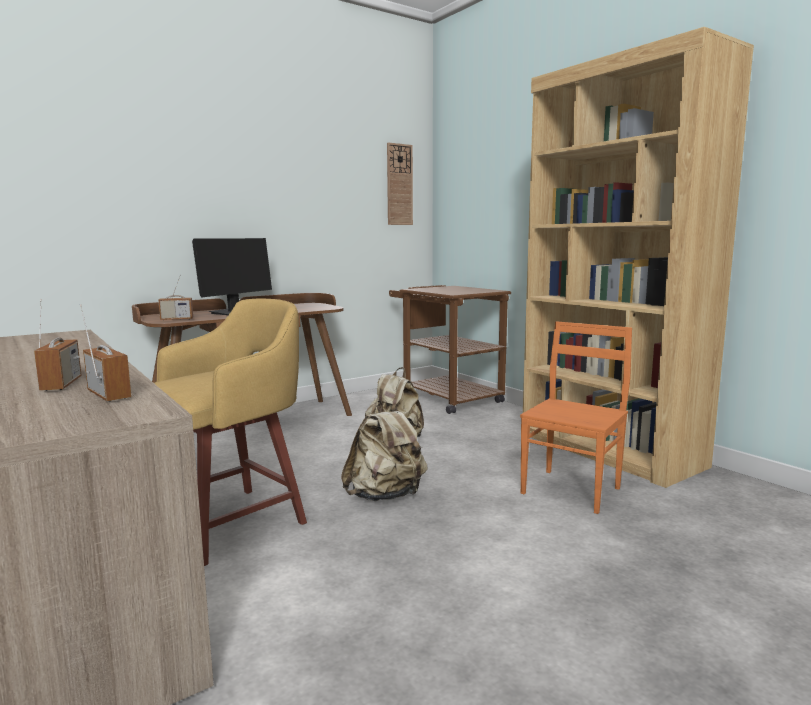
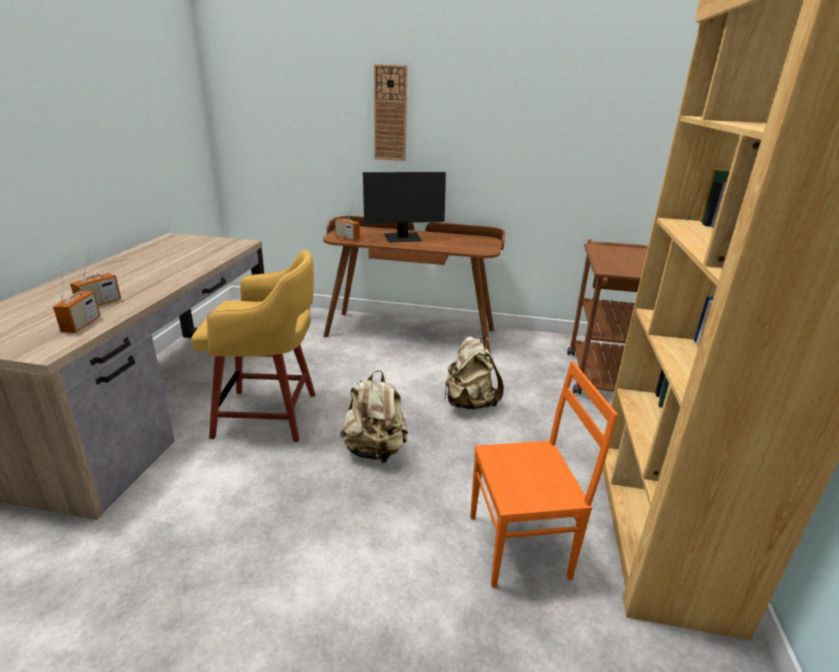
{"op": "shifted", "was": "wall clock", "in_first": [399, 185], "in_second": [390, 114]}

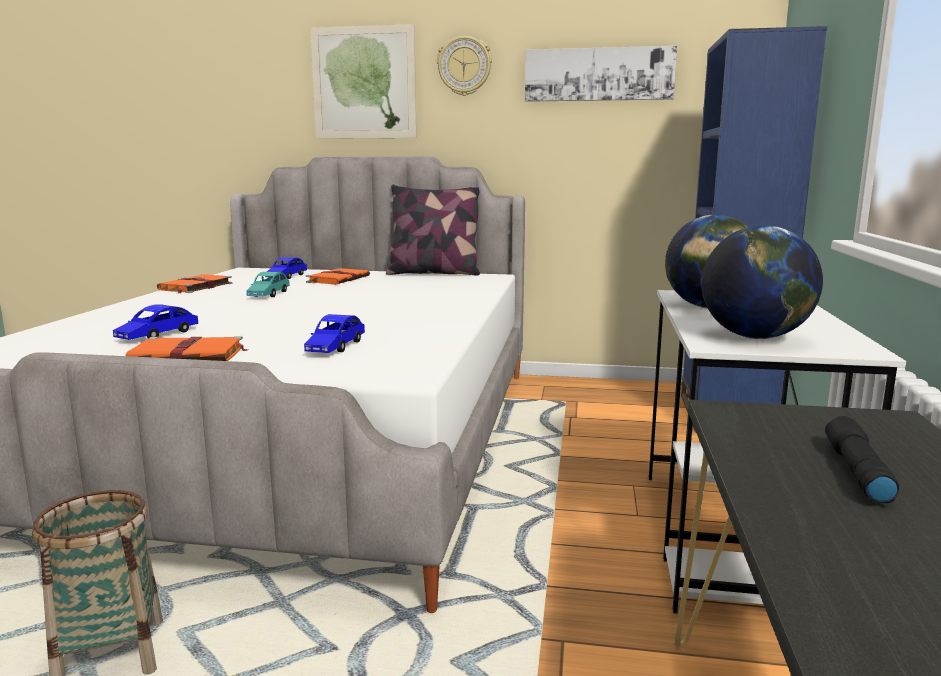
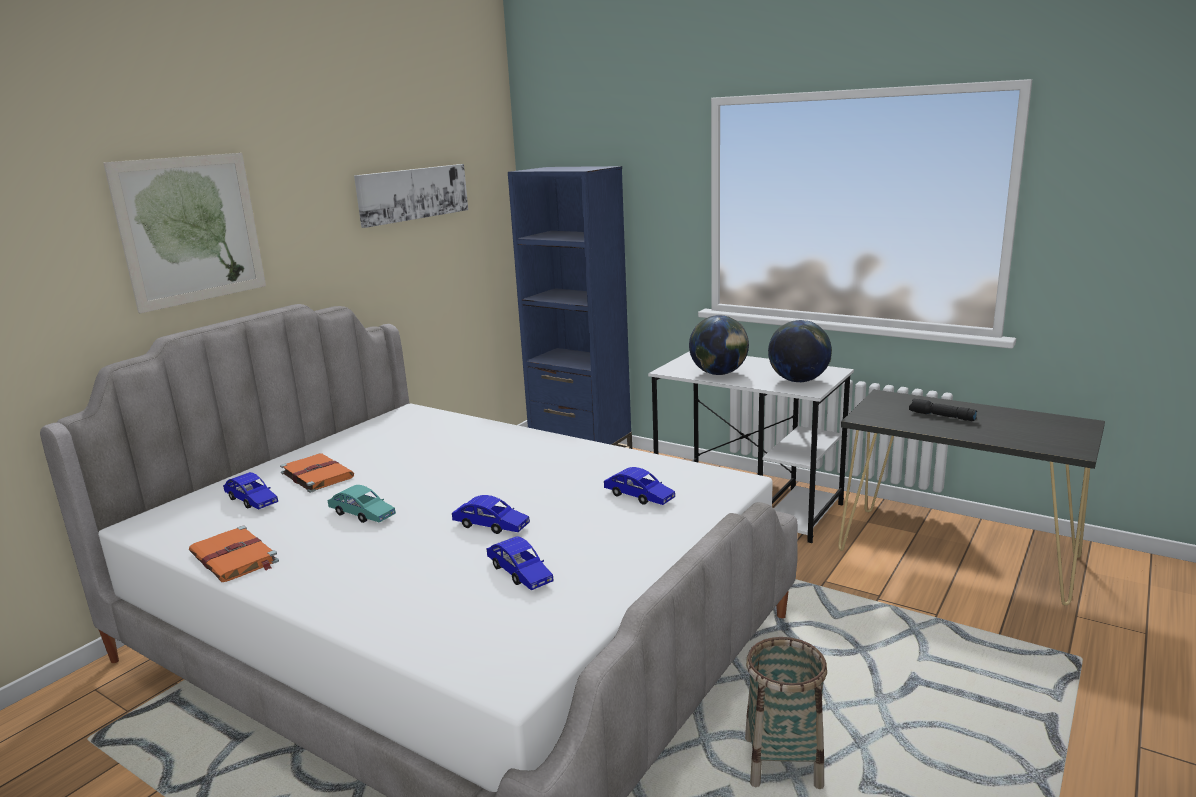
{"op": "gone", "was": "orangey volume", "in_first": [189, 355]}
{"op": "gone", "was": "throw pillow", "in_first": [434, 273]}
{"op": "gone", "was": "wall clock", "in_first": [464, 66]}
{"op": "new", "now": "bluish toy car", "in_second": [491, 526]}

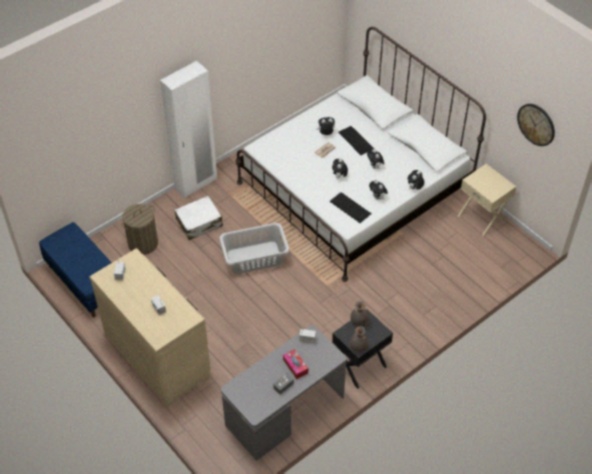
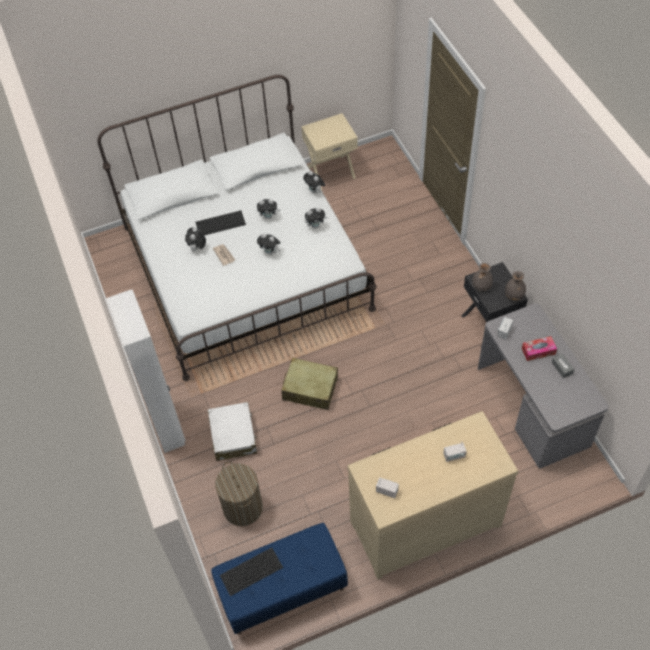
{"op": "swapped", "was": "greyish laundry basket", "now": "sand-coloured travel case", "in_first": [254, 257], "in_second": [310, 388]}
{"op": "shifted", "was": "keyboard", "in_first": [350, 207], "in_second": [251, 571]}
{"op": "gone", "was": "wall clock", "in_first": [536, 124]}

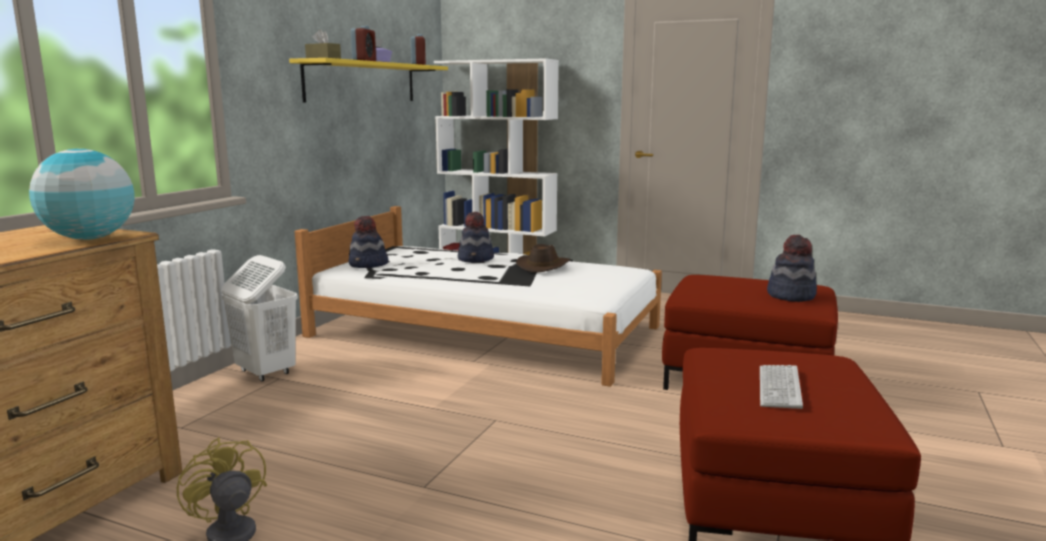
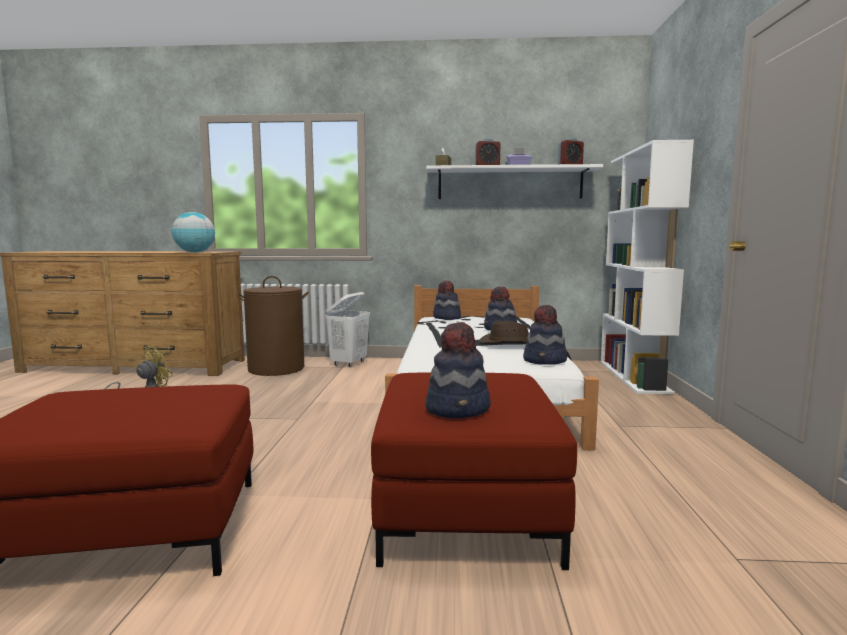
{"op": "repainted", "was": "yellowish shelf", "now": "white-coloured shelf", "in_first": [362, 82], "in_second": [510, 184]}
{"op": "gone", "was": "keyboard", "in_first": [779, 388]}
{"op": "new", "now": "brown-coloured laundry basket", "in_second": [276, 368]}
{"op": "new", "now": "clothing hat", "in_second": [545, 361]}

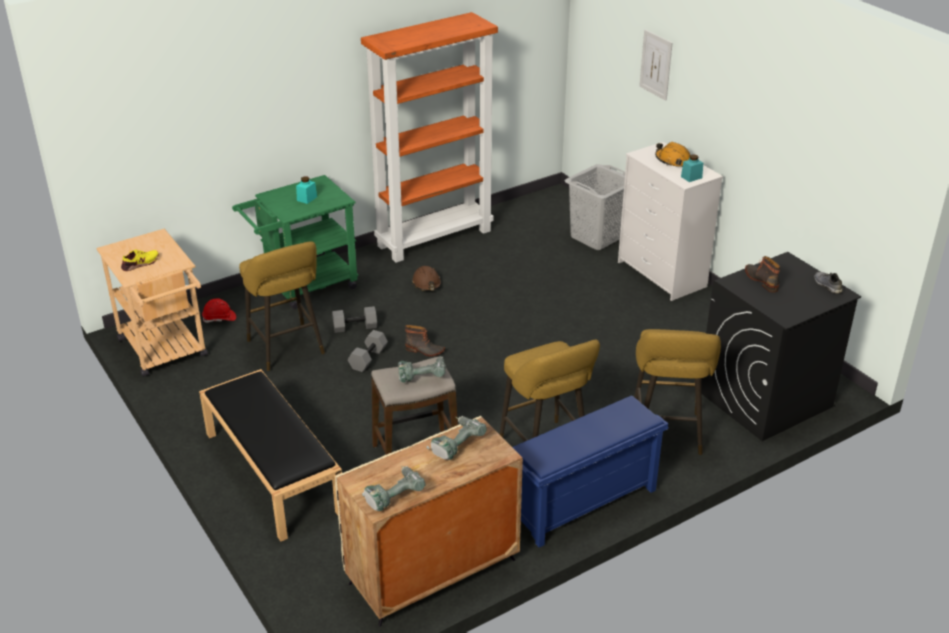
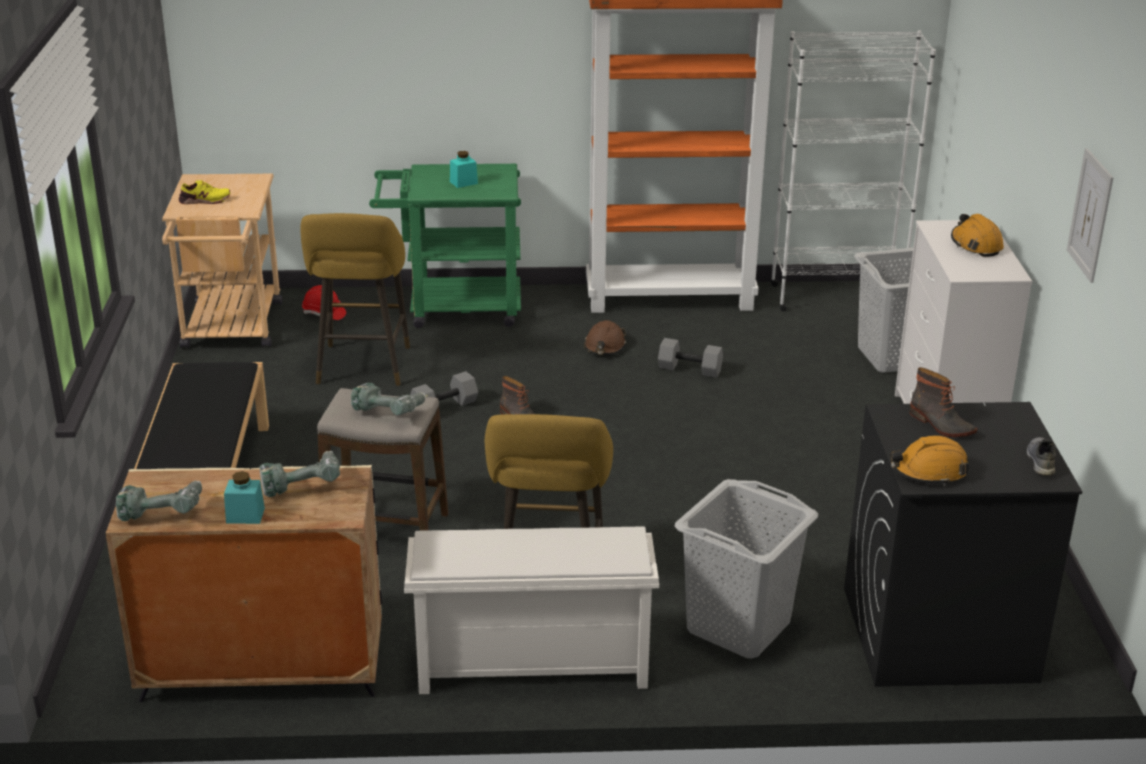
{"op": "shifted", "was": "greyish free weight", "in_first": [354, 327], "in_second": [689, 369]}
{"op": "repainted", "was": "bluish shoe rack", "now": "white-coloured shoe rack", "in_first": [583, 504], "in_second": [530, 667]}
{"op": "swapped", "was": "yellowish stool", "now": "greyish laundry basket", "in_first": [666, 435], "in_second": [737, 627]}
{"op": "shifted", "was": "picture", "in_first": [656, 65], "in_second": [1090, 215]}
{"op": "shifted", "was": "turquoise jar", "in_first": [691, 177], "in_second": [245, 515]}
{"op": "rotated", "was": "high-top boot", "in_first": [762, 280], "in_second": [940, 425], "clockwise": 135}
{"op": "new", "now": "white-coloured bookcase", "in_second": [836, 297]}
{"op": "new", "now": "orangey safety helmet", "in_second": [929, 471]}

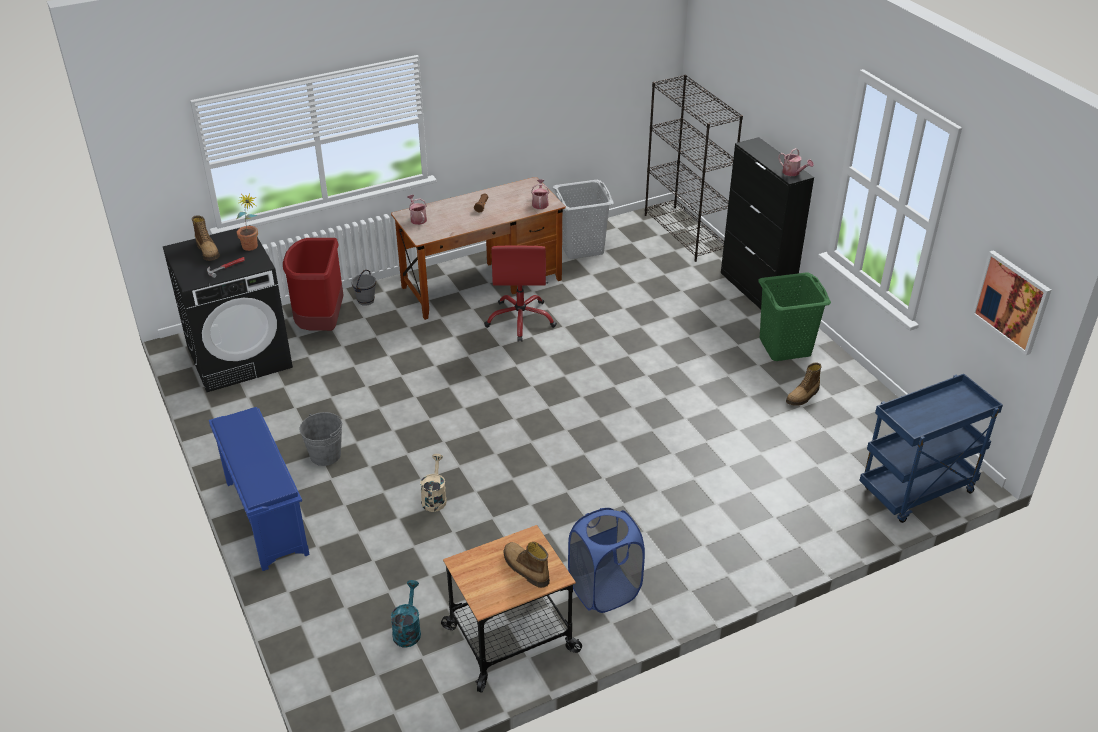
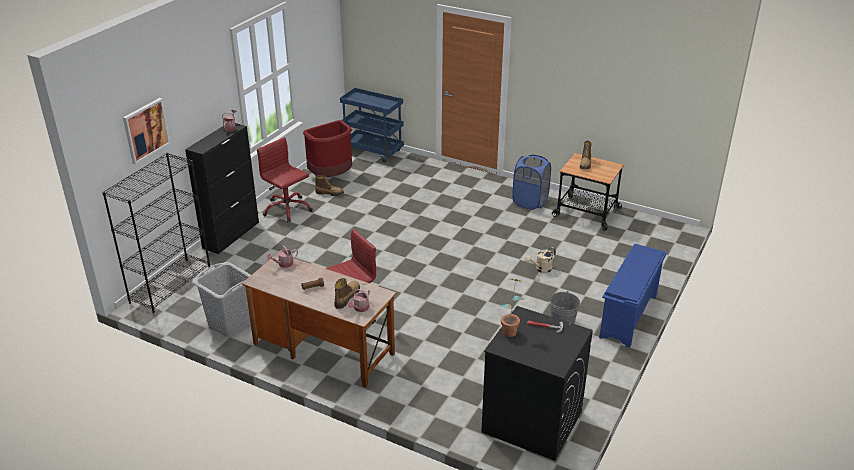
{"op": "shifted", "was": "high-top boot", "in_first": [208, 251], "in_second": [346, 297]}
{"op": "shifted", "was": "reddish waste bin", "in_first": [321, 323], "in_second": [332, 176]}
{"op": "gone", "was": "greyish pail", "in_first": [366, 301]}
{"op": "gone", "was": "turquoise watering can", "in_first": [408, 630]}
{"op": "swapped", "was": "greenish laundry basket", "now": "reddish office chair", "in_first": [785, 347], "in_second": [287, 209]}
{"op": "shifted", "was": "picture", "in_first": [1011, 301], "in_second": [146, 130]}

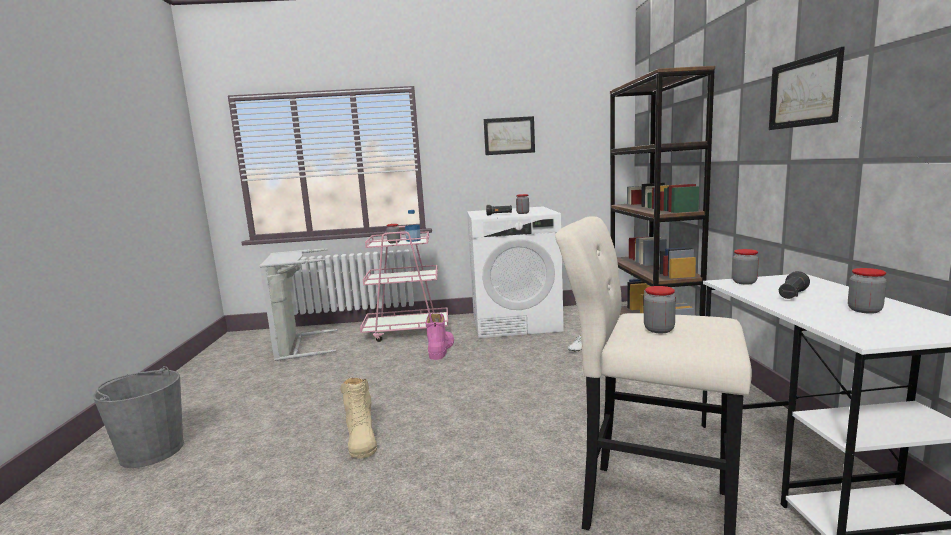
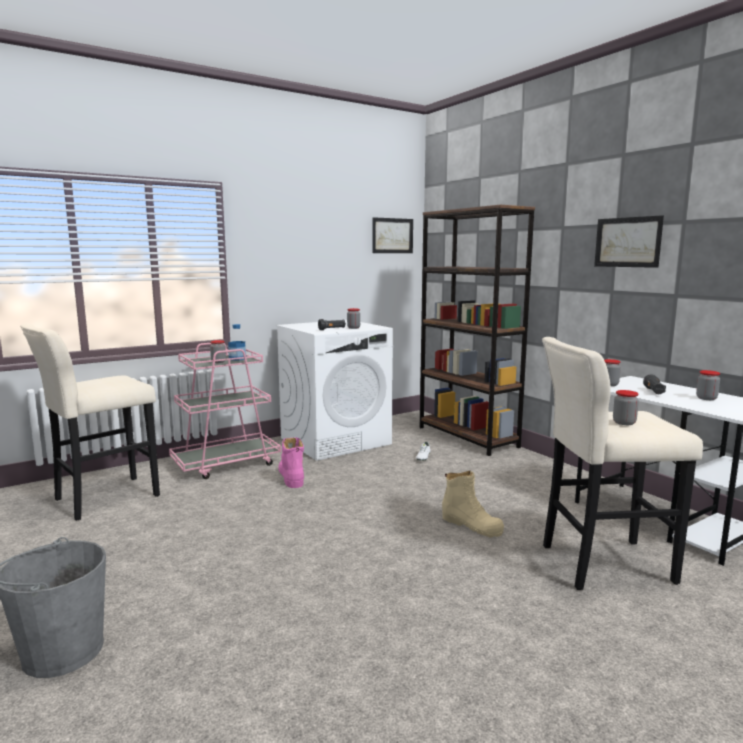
{"op": "swapped", "was": "greyish laundry basket", "now": "sand-coloured stool", "in_first": [298, 346], "in_second": [102, 499]}
{"op": "shifted", "was": "sand-coloured high-top boot", "in_first": [361, 439], "in_second": [471, 525]}
{"op": "shifted", "was": "picture", "in_first": [509, 135], "in_second": [392, 235]}

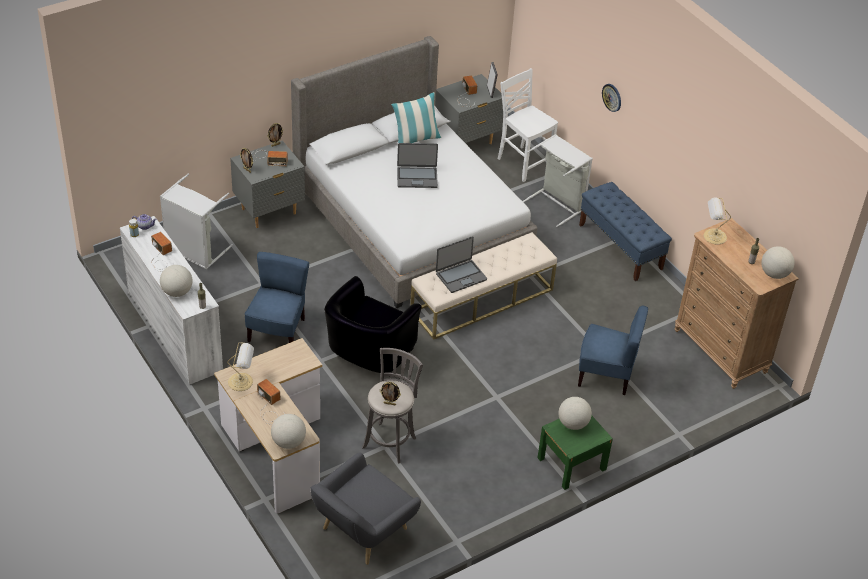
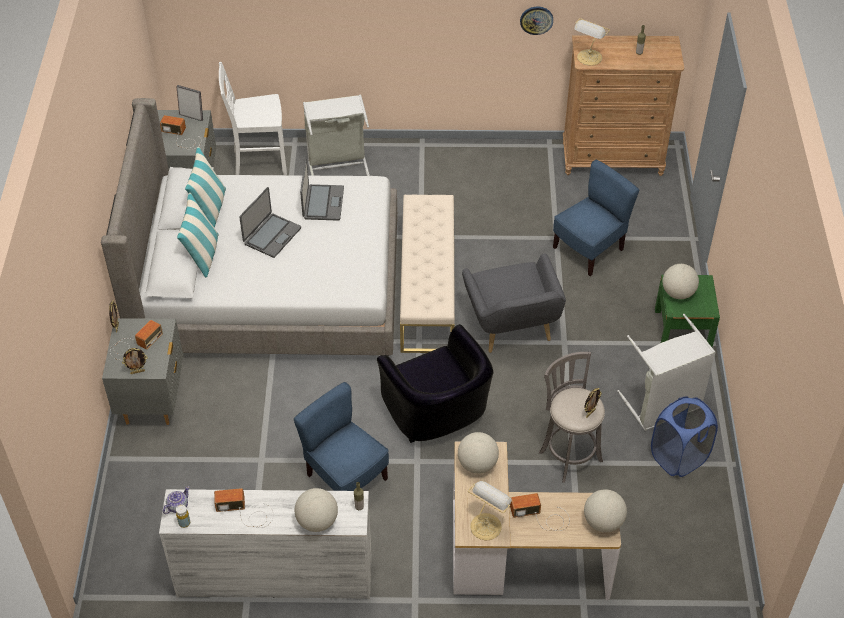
{"op": "shifted", "was": "greyish laundry basket", "in_first": [195, 251], "in_second": [663, 406]}
{"op": "shifted", "was": "greyish easy chair", "in_first": [361, 533], "in_second": [512, 329]}
{"op": "shifted", "was": "laptop", "in_first": [460, 276], "in_second": [322, 203]}
{"op": "gone", "was": "bluish long seat", "in_first": [620, 247]}
{"op": "shifted", "was": "wall clock", "in_first": [612, 97], "in_second": [536, 20]}
{"op": "shifted", "was": "globe", "in_first": [774, 274], "in_second": [477, 464]}
{"op": "new", "now": "throw pillow", "in_second": [203, 255]}
{"op": "new", "now": "bluish laundry basket", "in_second": [678, 457]}

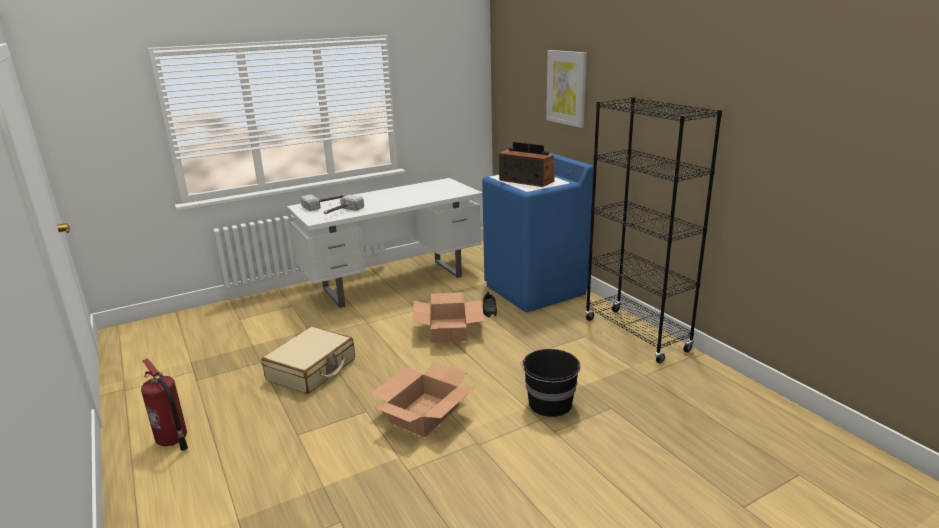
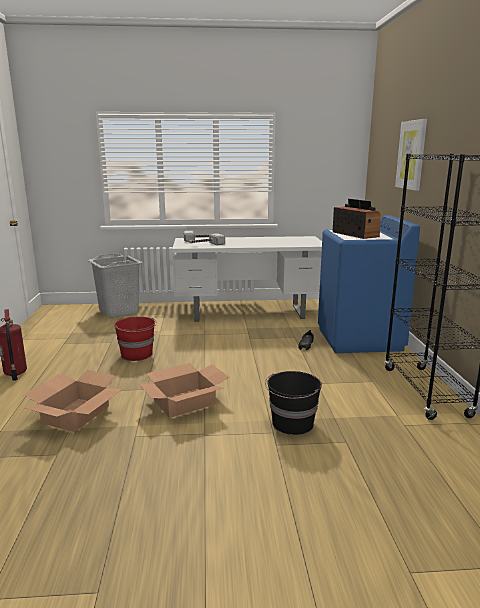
{"op": "swapped", "was": "sand-coloured travel case", "now": "reddish pail", "in_first": [312, 370], "in_second": [137, 354]}
{"op": "shifted", "was": "cardboard box", "in_first": [448, 330], "in_second": [76, 414]}
{"op": "new", "now": "greyish laundry basket", "in_second": [119, 311]}

